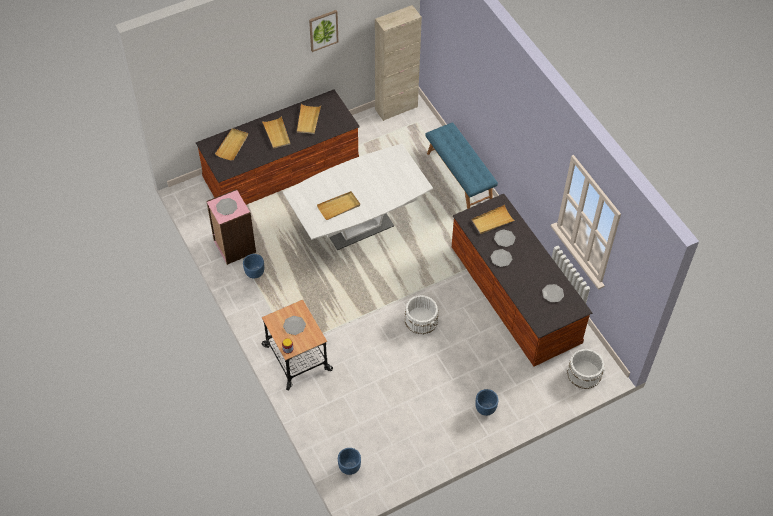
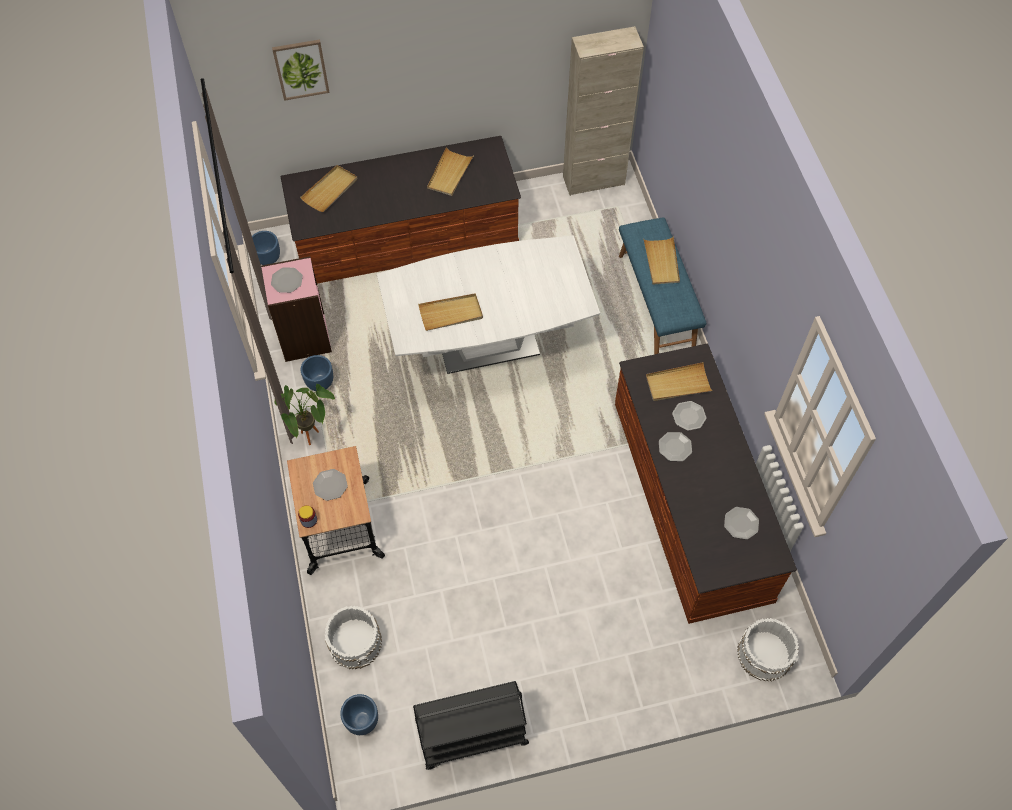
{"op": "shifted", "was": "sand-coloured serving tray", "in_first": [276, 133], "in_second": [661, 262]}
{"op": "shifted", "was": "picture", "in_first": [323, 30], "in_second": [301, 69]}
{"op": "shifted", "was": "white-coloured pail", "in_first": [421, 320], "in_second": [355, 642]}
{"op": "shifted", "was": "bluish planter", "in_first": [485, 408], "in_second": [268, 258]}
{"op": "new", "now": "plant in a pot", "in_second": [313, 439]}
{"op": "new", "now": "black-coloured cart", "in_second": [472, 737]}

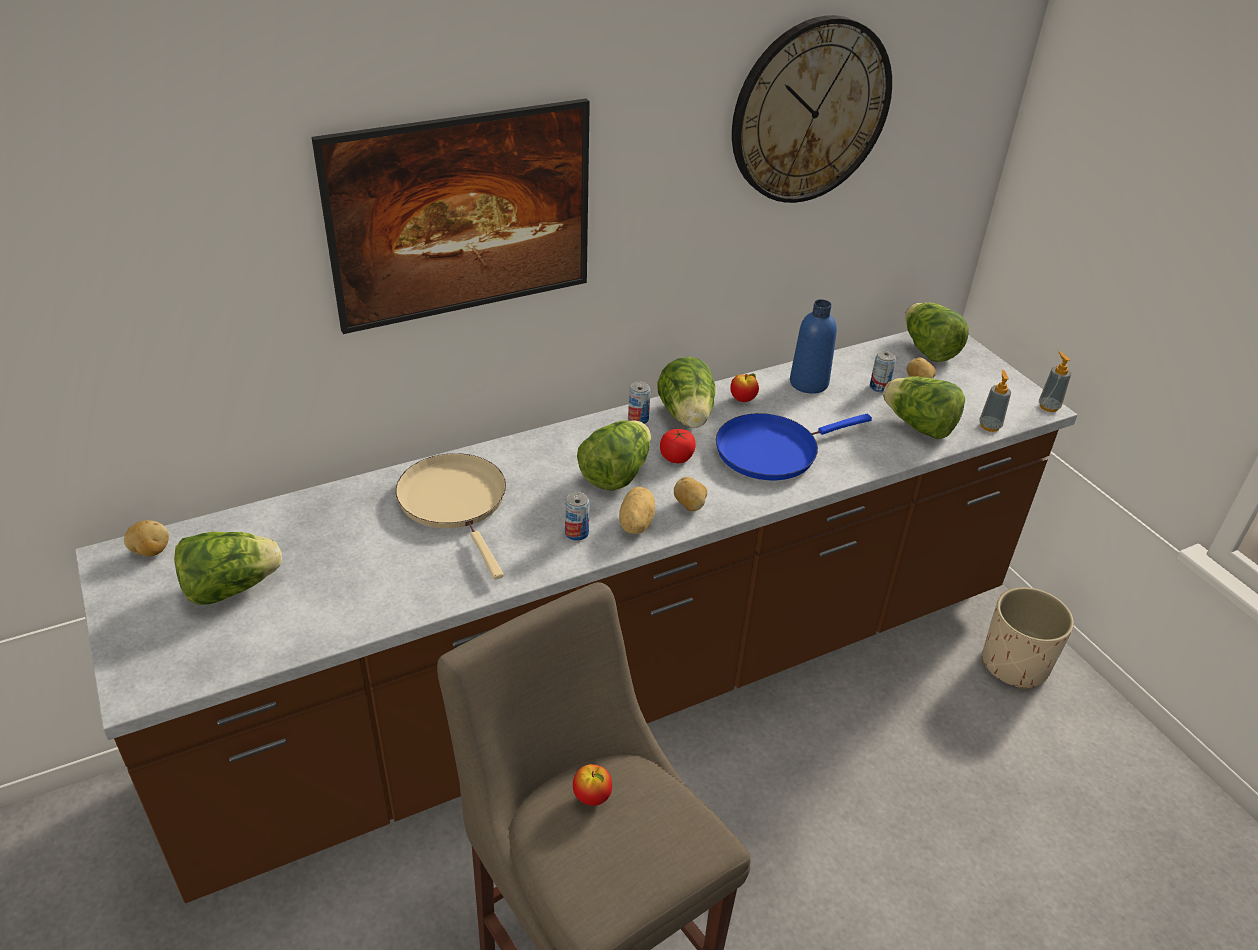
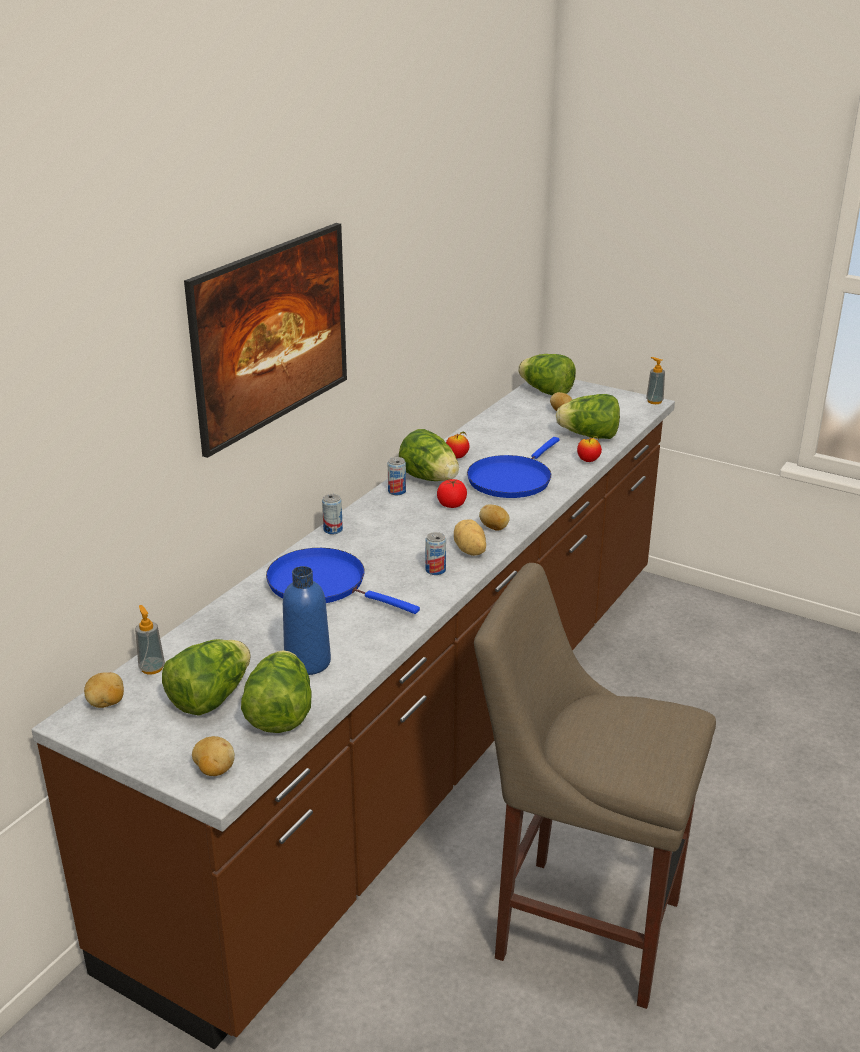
{"op": "repainted", "was": "sand-coloured skillet", "now": "bluish skillet", "in_first": [455, 502], "in_second": [323, 584]}
{"op": "shifted", "was": "whole apple", "in_first": [592, 797], "in_second": [588, 461]}
{"op": "shifted", "was": "lettuce", "in_first": [616, 474], "in_second": [280, 714]}
{"op": "gone", "was": "wall clock", "in_first": [810, 111]}
{"op": "shifted", "was": "bluish beverage bottle", "in_first": [808, 383], "in_second": [307, 662]}
{"op": "shifted", "was": "metal can", "in_first": [879, 387], "in_second": [333, 530]}
{"op": "shifted", "was": "liquid soap bottle", "in_first": [989, 426], "in_second": [152, 668]}
{"op": "gone", "was": "sand-coloured planter", "in_first": [1015, 664]}
{"op": "new", "now": "whole potato", "in_second": [214, 770]}

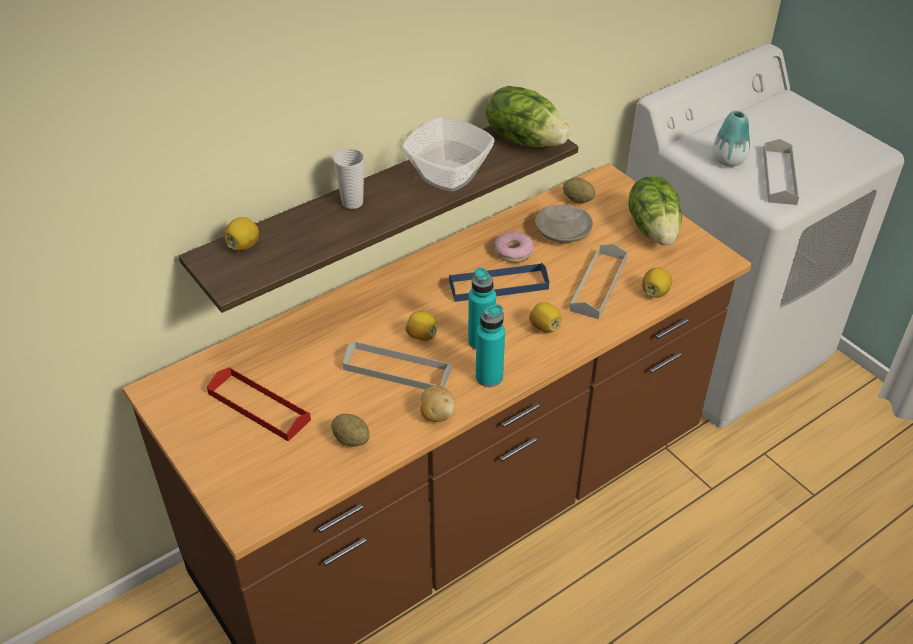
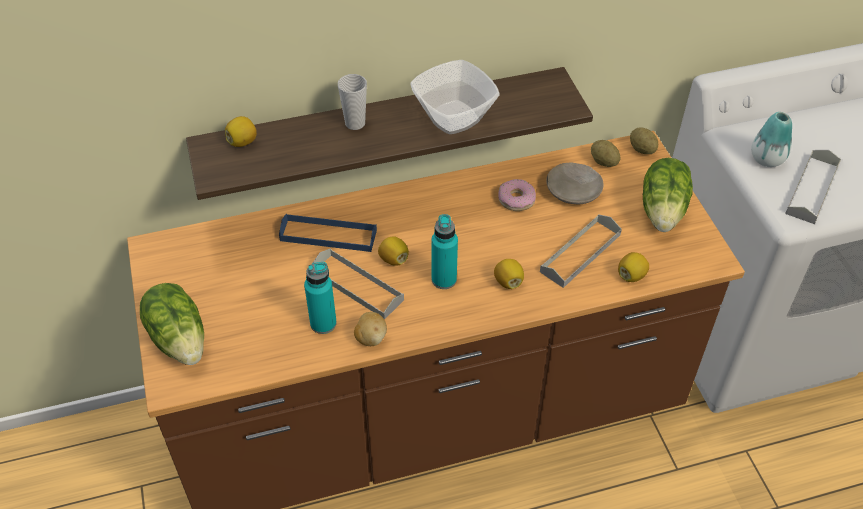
{"op": "gone", "was": "reddish serving tray", "in_first": [259, 407]}
{"op": "shifted", "was": "whole potato", "in_first": [351, 439], "in_second": [642, 149]}
{"op": "shifted", "was": "bluish serving tray", "in_first": [498, 285], "in_second": [328, 235]}
{"op": "shifted", "was": "turquoise beverage bottle", "in_first": [489, 377], "in_second": [323, 323]}
{"op": "shifted", "was": "lettuce", "in_first": [525, 139], "in_second": [180, 338]}

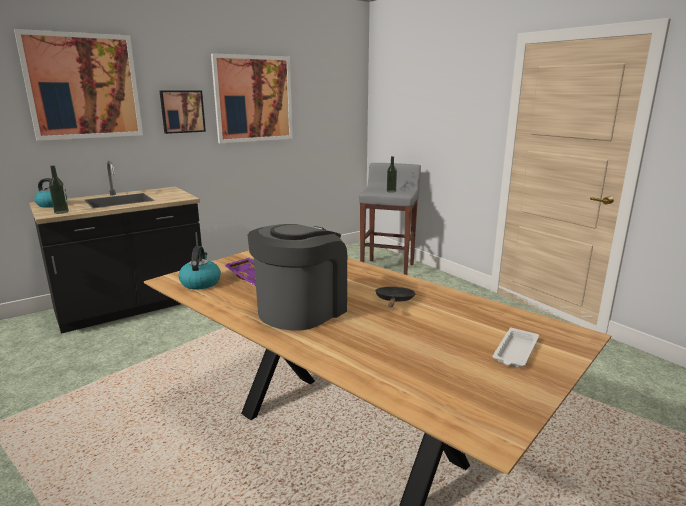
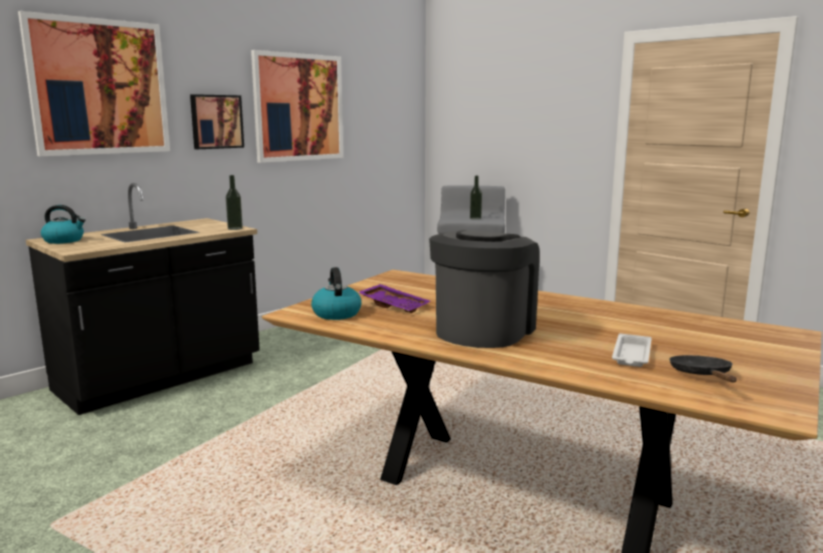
{"op": "shifted", "was": "beverage bottle", "in_first": [61, 212], "in_second": [235, 228]}
{"op": "shifted", "was": "black-coloured skillet", "in_first": [394, 301], "in_second": [702, 375]}
{"op": "shifted", "was": "white-coloured serving tray", "in_first": [515, 352], "in_second": [631, 355]}

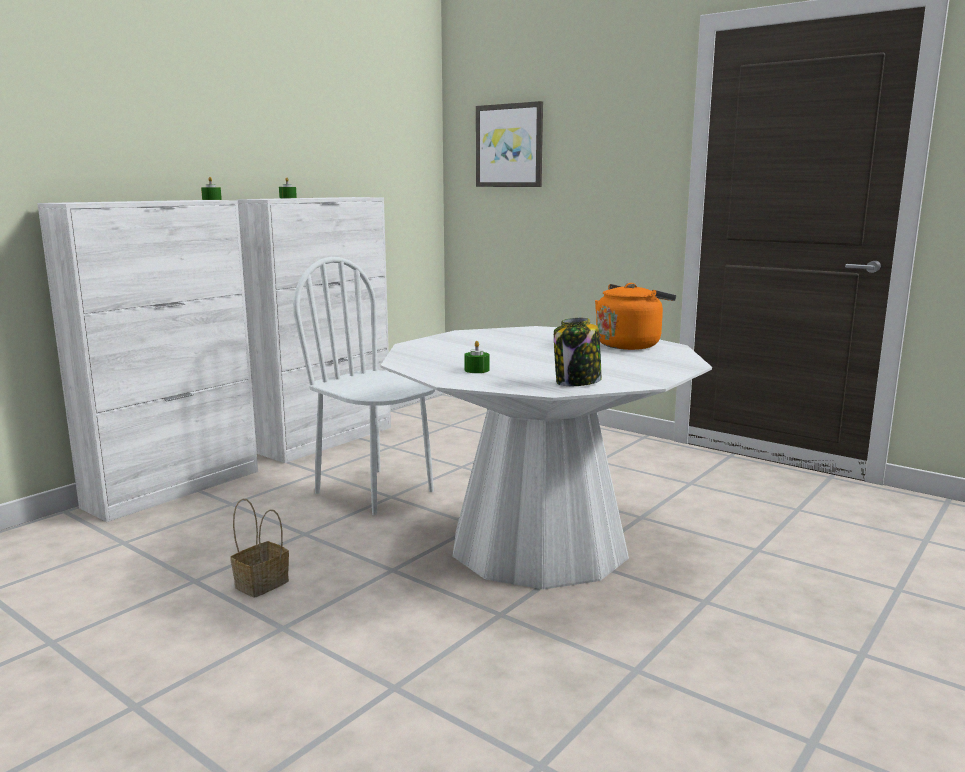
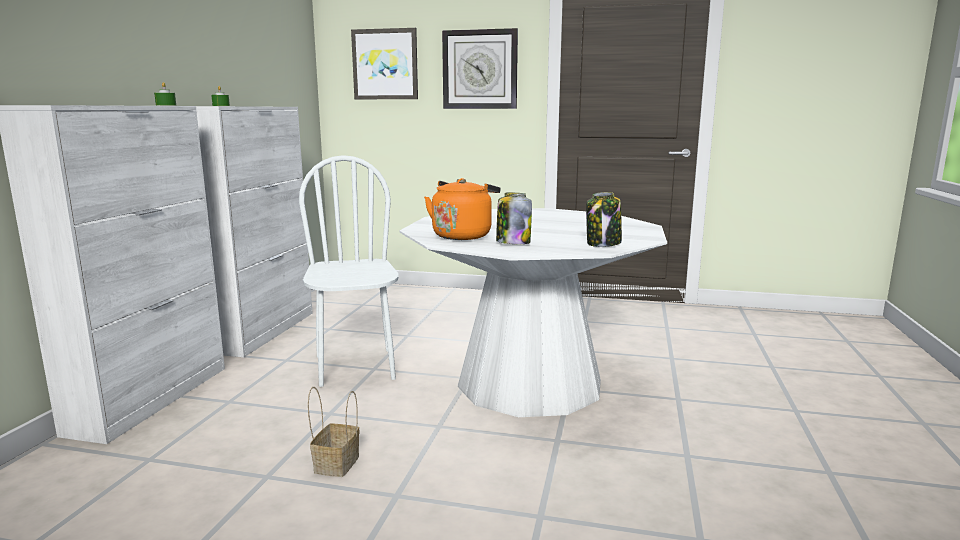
{"op": "rotated", "was": "white-coloured plain chair", "in_first": [375, 491], "in_second": [355, 367], "clockwise": 60}
{"op": "swapped", "was": "greenish wax light", "now": "jar", "in_first": [476, 370], "in_second": [512, 243]}
{"op": "shifted", "was": "orangey tea kettle", "in_first": [630, 345], "in_second": [463, 235]}
{"op": "new", "now": "wall clock", "in_second": [480, 69]}

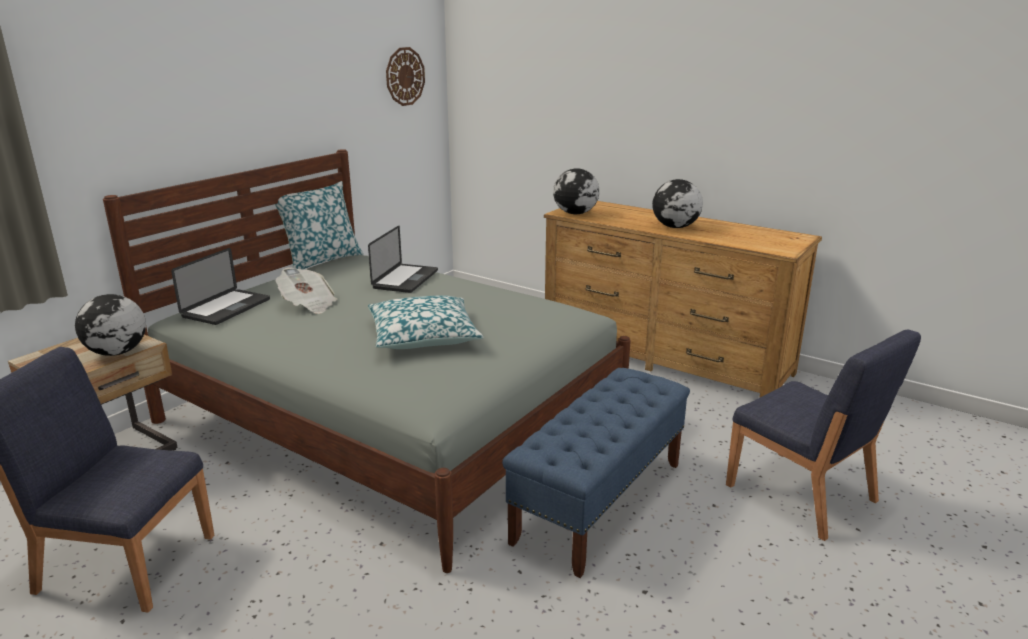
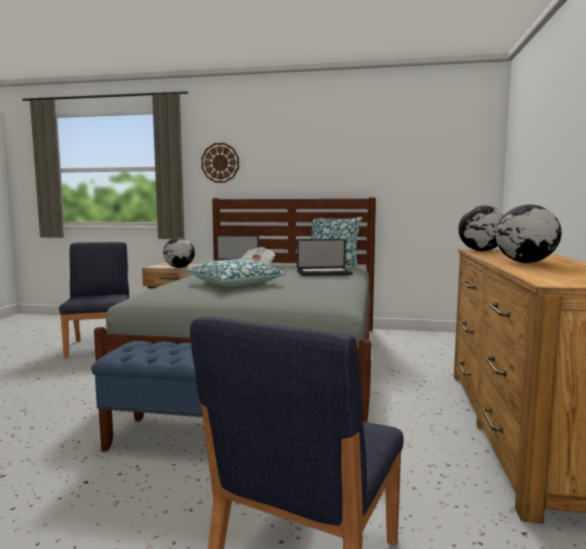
{"op": "shifted", "was": "wall clock", "in_first": [405, 76], "in_second": [220, 163]}

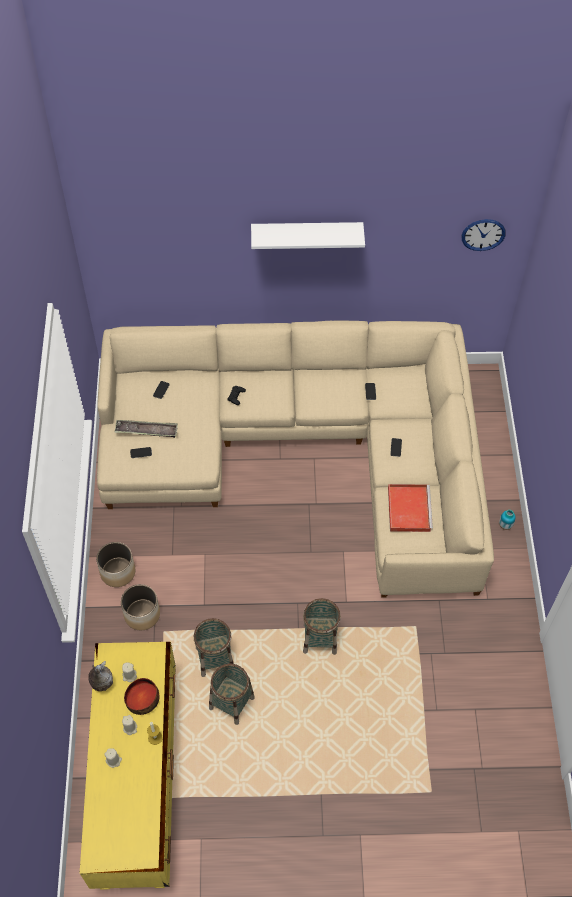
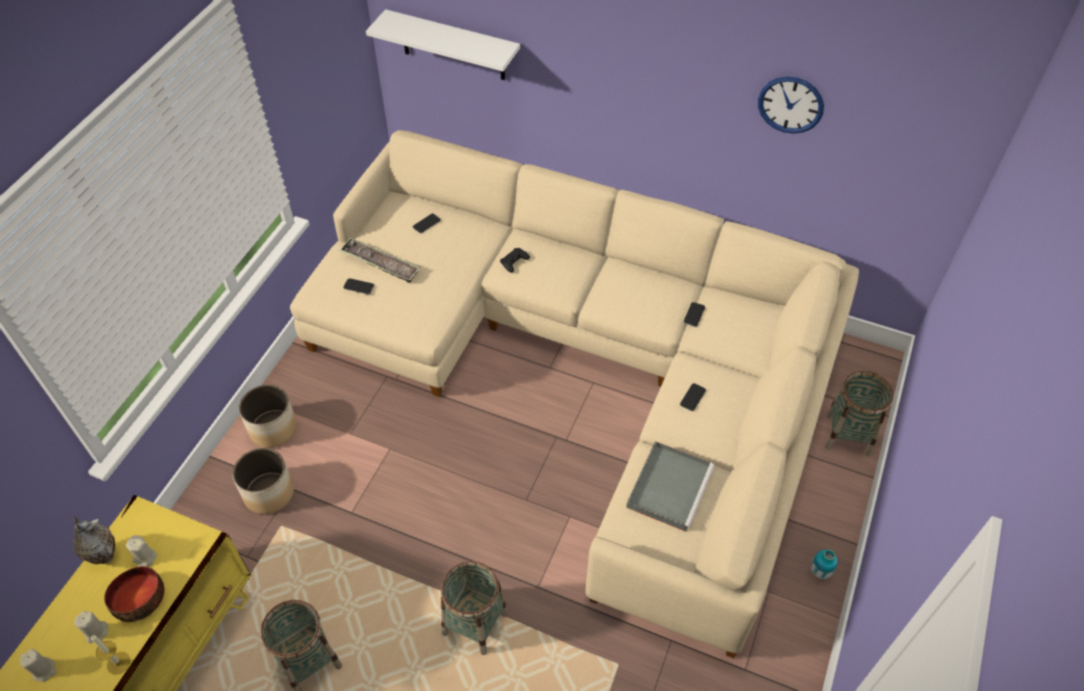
{"op": "shifted", "was": "household basket", "in_first": [215, 658], "in_second": [848, 434]}
{"op": "shifted", "was": "white-coloured shelf", "in_first": [306, 235], "in_second": [453, 46]}
{"op": "repainted", "was": "reddish serving tray", "now": "greyish serving tray", "in_first": [408, 508], "in_second": [669, 486]}
{"op": "shifted", "was": "wall clock", "in_first": [483, 234], "in_second": [790, 104]}

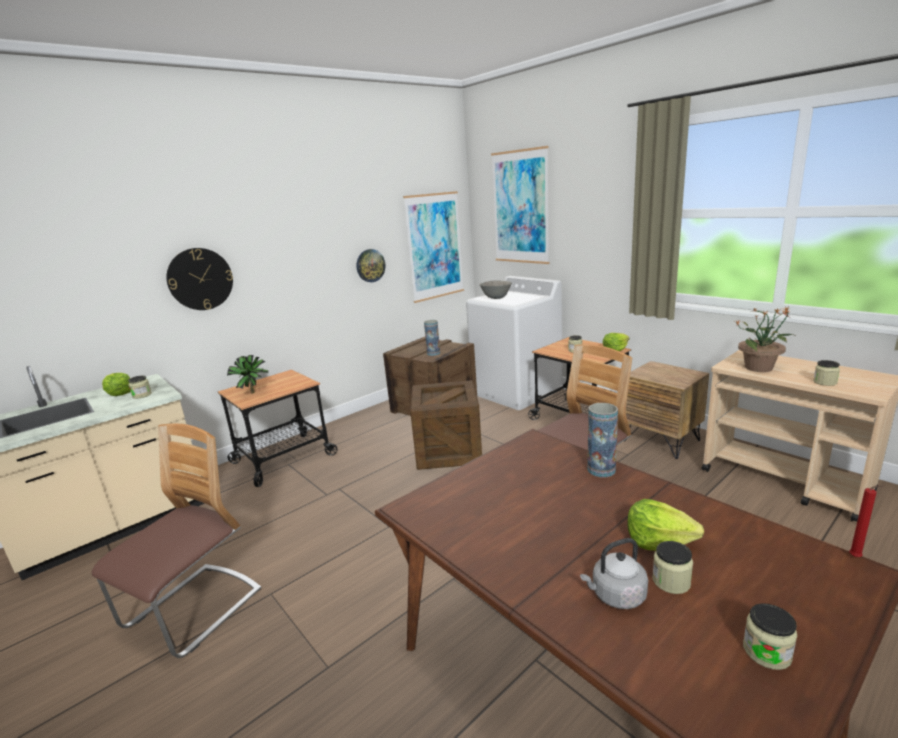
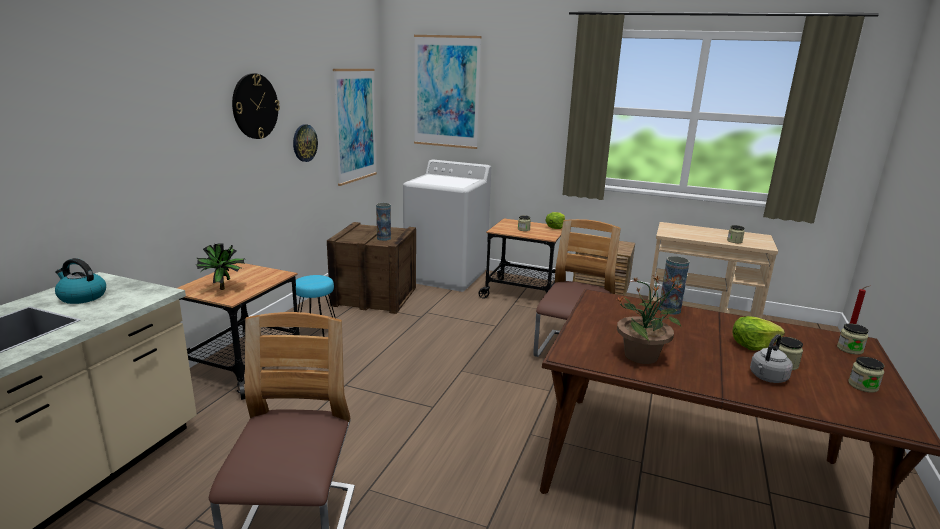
{"op": "swapped", "was": "lettuce", "now": "tea kettle", "in_first": [119, 393], "in_second": [82, 297]}
{"op": "shifted", "was": "jar", "in_first": [142, 395], "in_second": [849, 349]}
{"op": "shifted", "was": "wall clock", "in_first": [200, 279], "in_second": [255, 106]}
{"op": "gone", "was": "crate", "in_first": [448, 451]}
{"op": "gone", "was": "greyish bowl", "in_first": [496, 298]}
{"op": "shifted", "was": "plant in a pot", "in_first": [759, 368], "in_second": [642, 355]}
{"op": "new", "now": "turquoise stool", "in_second": [316, 333]}

